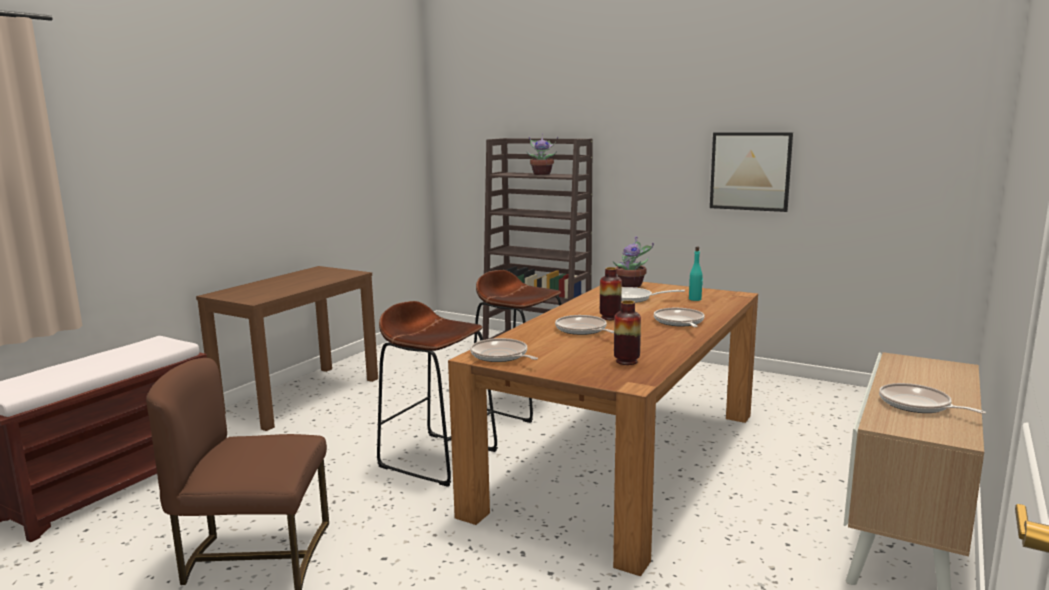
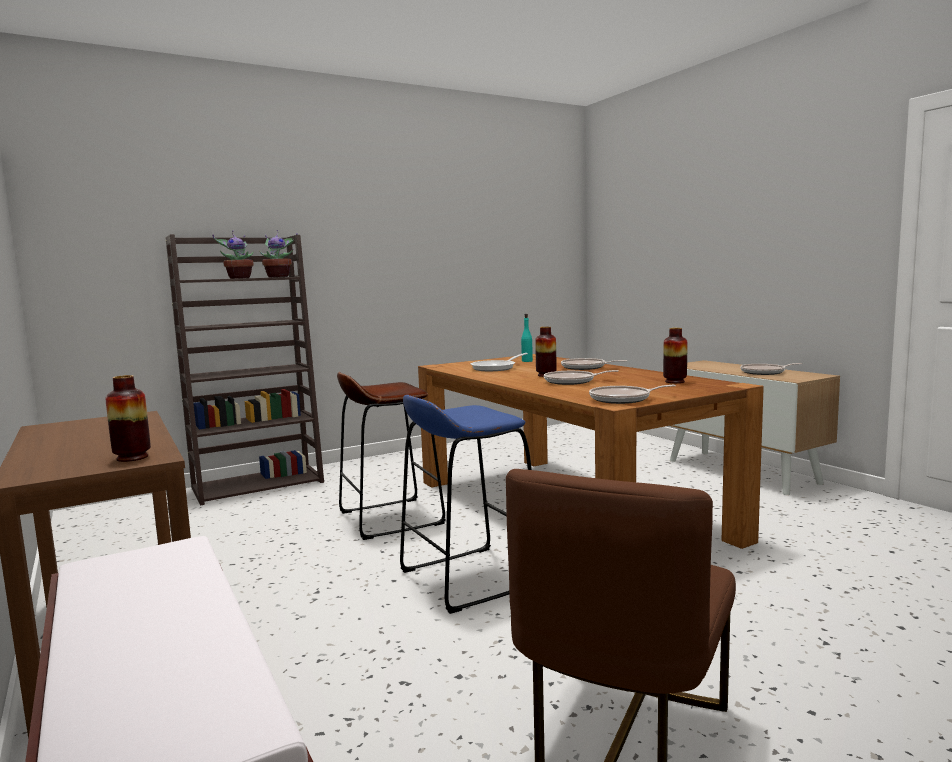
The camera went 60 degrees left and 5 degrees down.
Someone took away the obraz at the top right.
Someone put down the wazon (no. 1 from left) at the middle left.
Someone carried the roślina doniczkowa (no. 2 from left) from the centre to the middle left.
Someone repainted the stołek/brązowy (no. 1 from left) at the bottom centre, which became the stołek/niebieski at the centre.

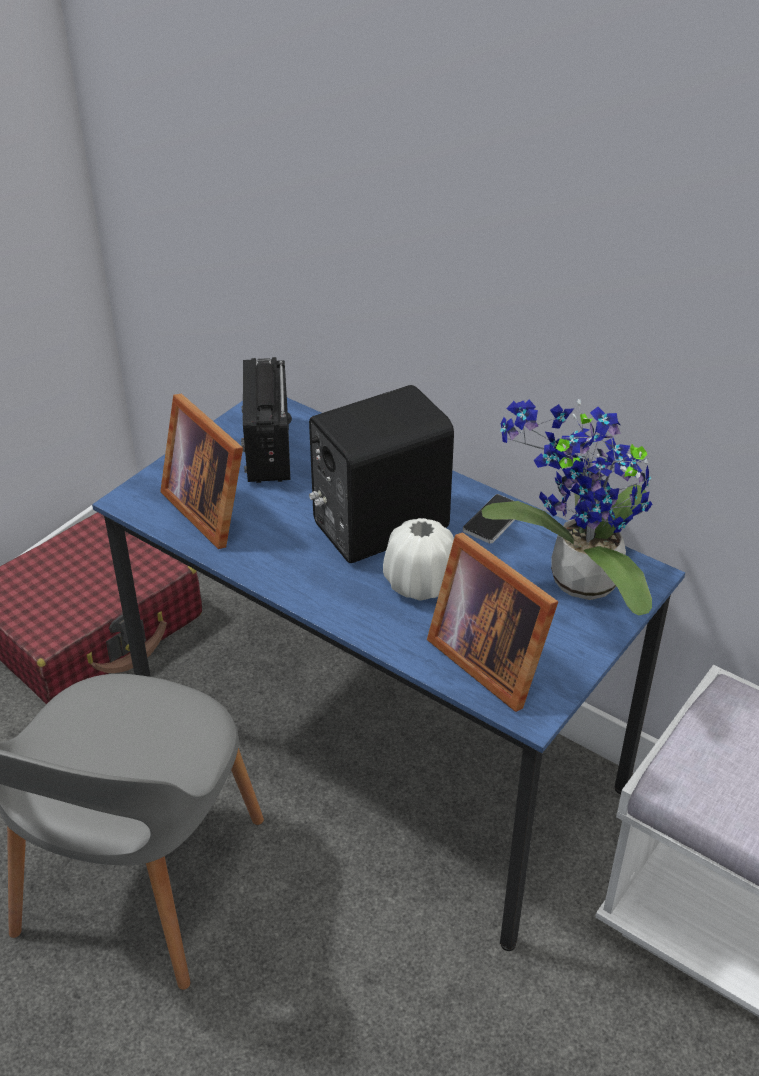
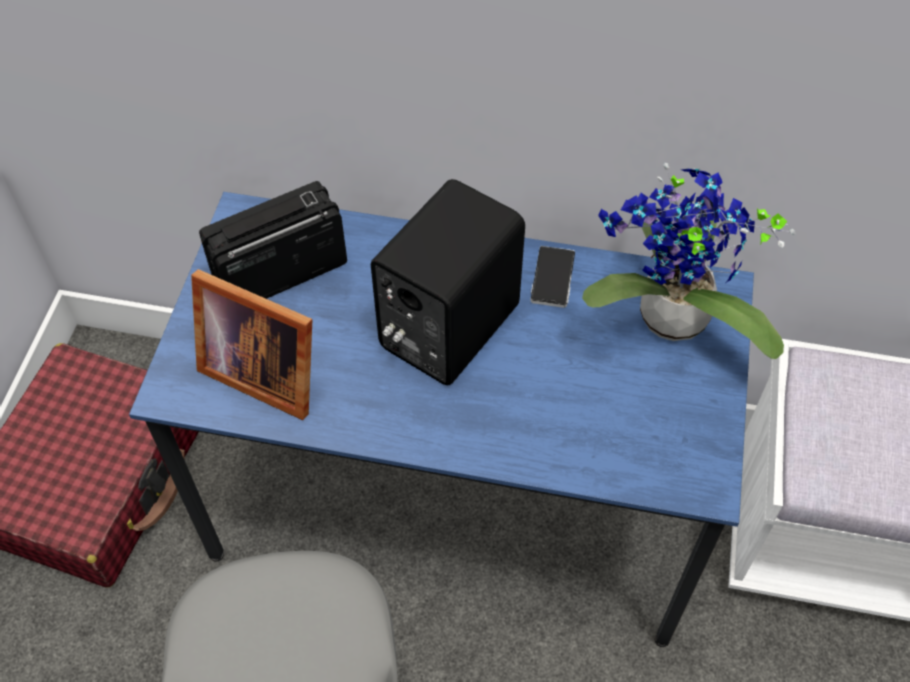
The camera went 25 degrees left and 15 degrees up.
Someone took away the wazon/biały at the centre.
Someone took away the ramka na zdjęcie (no. 2 from left) at the centre.
Someone rotated the radio at the centre by 90 degrees clockwise.

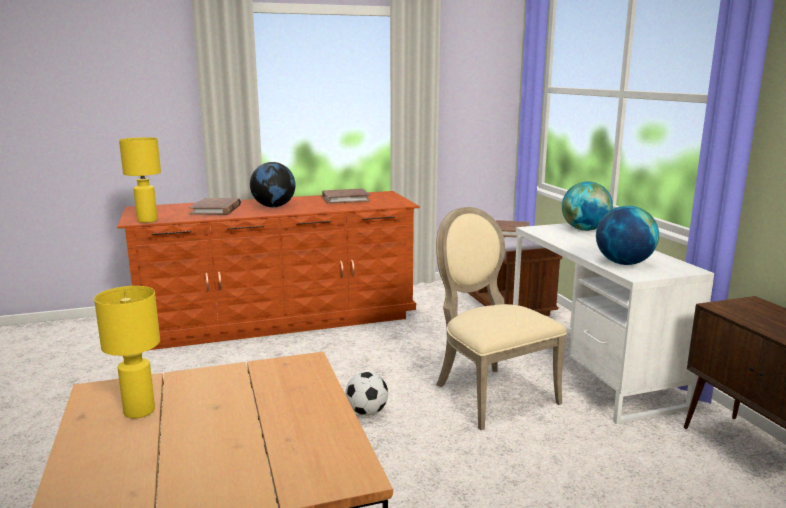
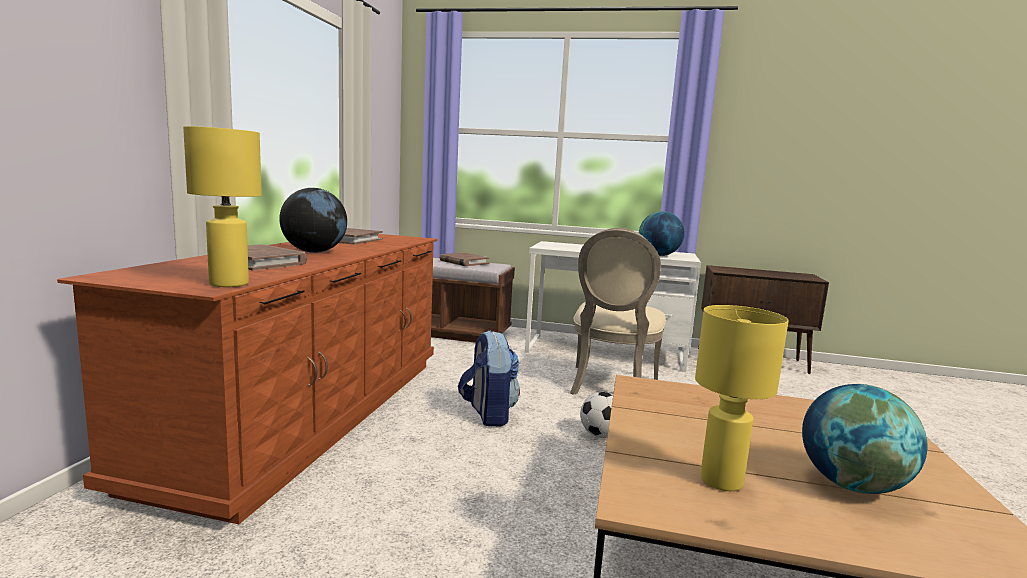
The camera went 60 degrees left and 5 degrees down.
Someone put down the plecak at the centre.
Someone carried the globus (no. 2 from left in the first image) from the middle right to the bottom right.
Someone rotated the krzesło/beżowy at the centre by 75 degrees counterclockwise.

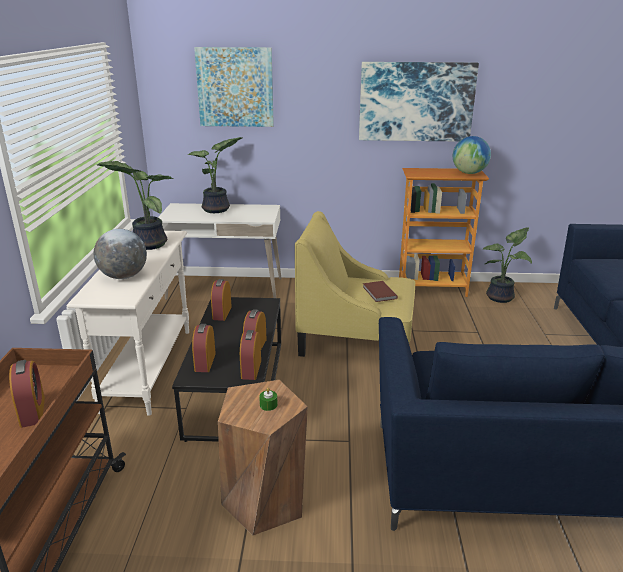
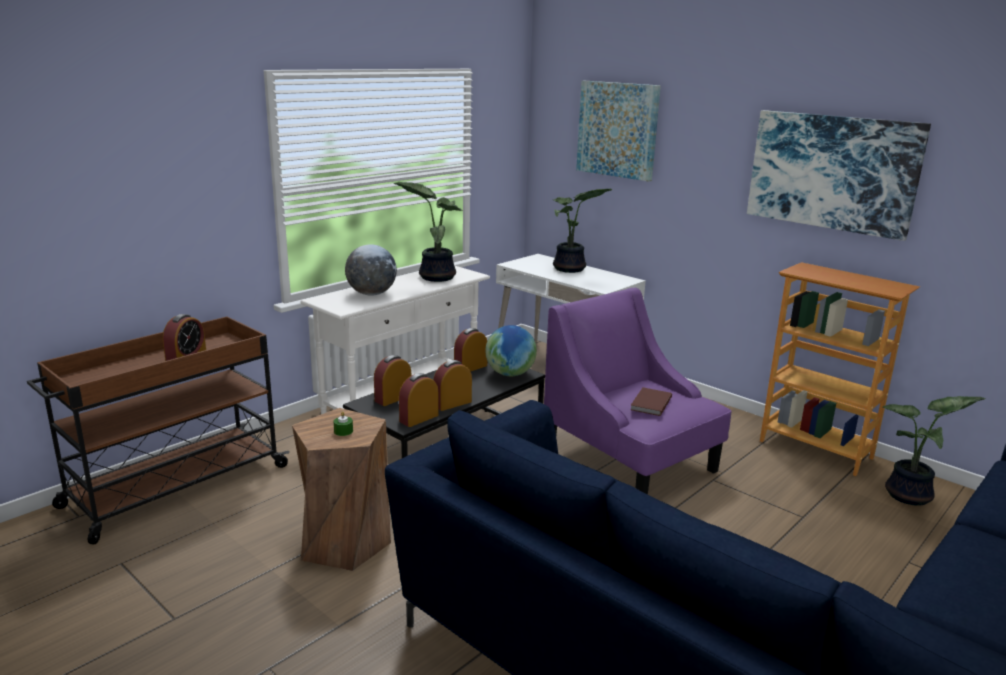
The camera went 40 degrees right and 5 degrees down.
Someone carried the globus (no. 2 from left) from the top right to the centre.
Someone repainted the fotel/żółty at the centre, which became the fotel/fioletowy at the centre.

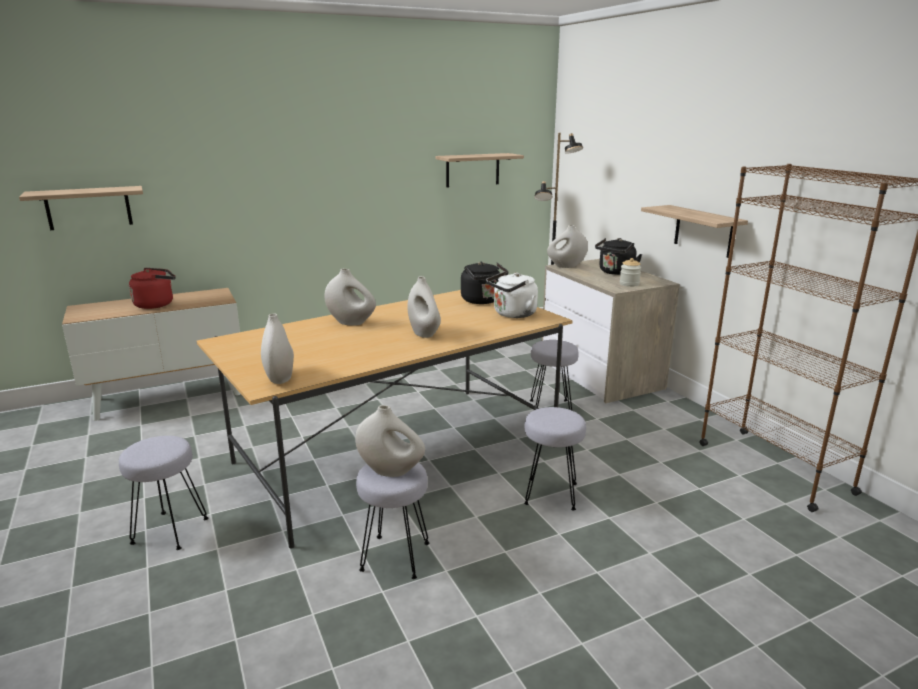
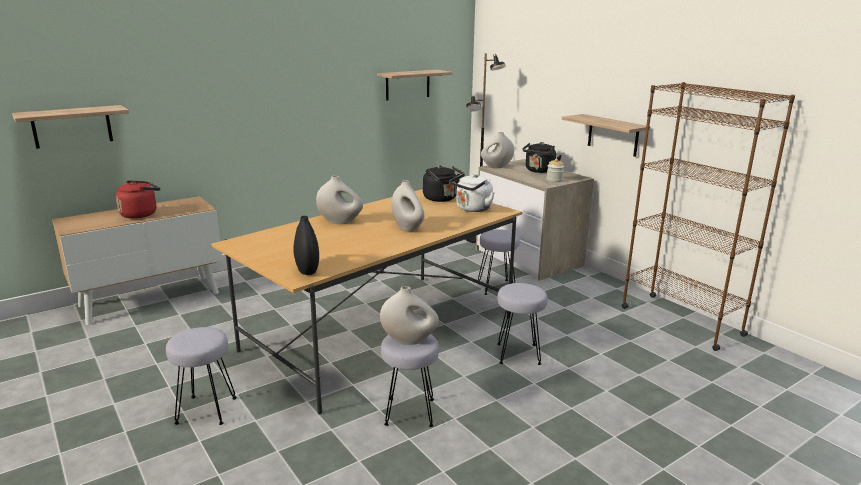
The camera went 10 degrees left and 0 degrees up.
Someone repainted the wazon/biały (no. 1 from left) at the middle left, which became the wazon/czarny at the centre.

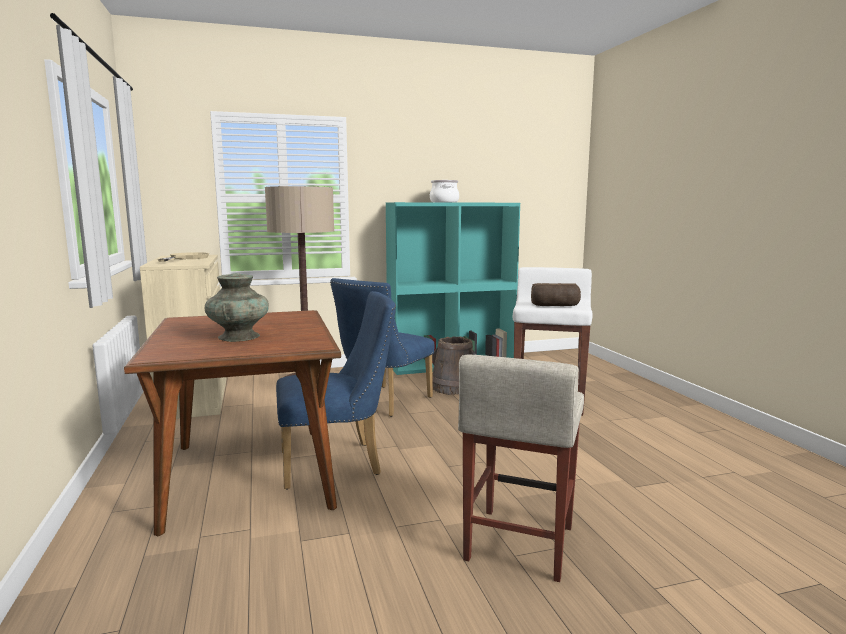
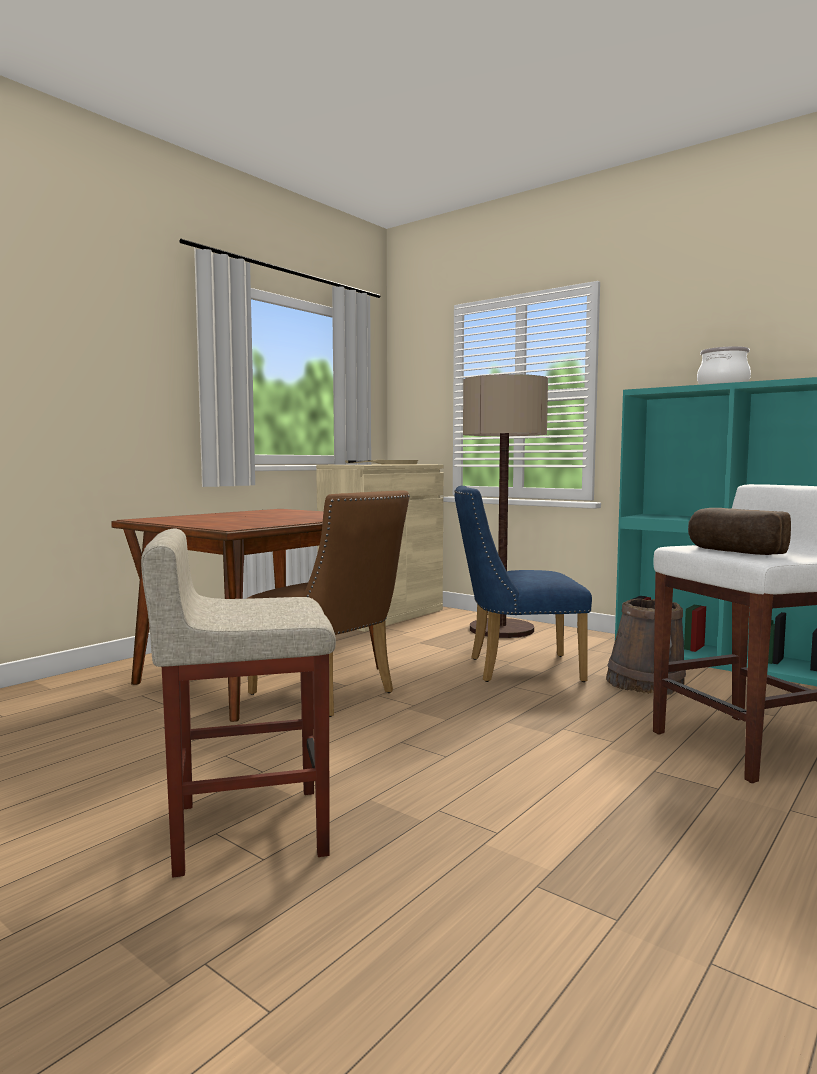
The camera went 55 degrees right and 5 degrees down.
Someone took away the wazon/turkusowy at the middle left.
Someone repainted the krzesło/niebieski (no. 1 from left) at the centre, which became the krzesło/brązowy at the centre.

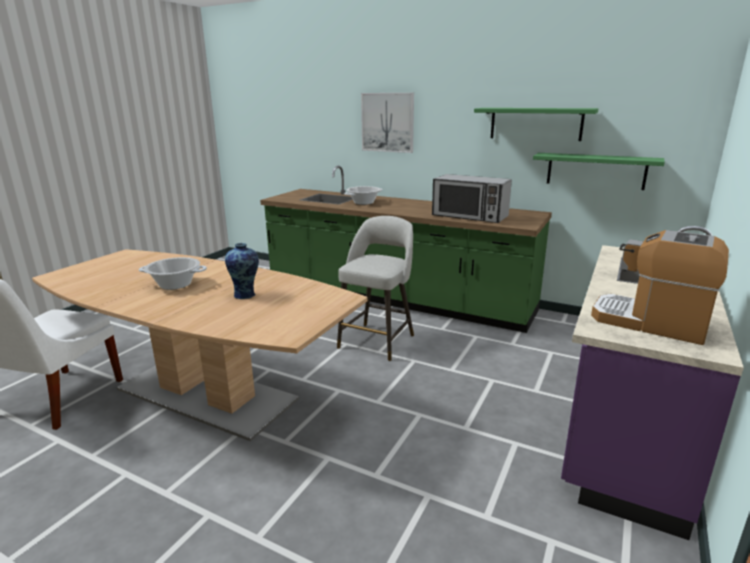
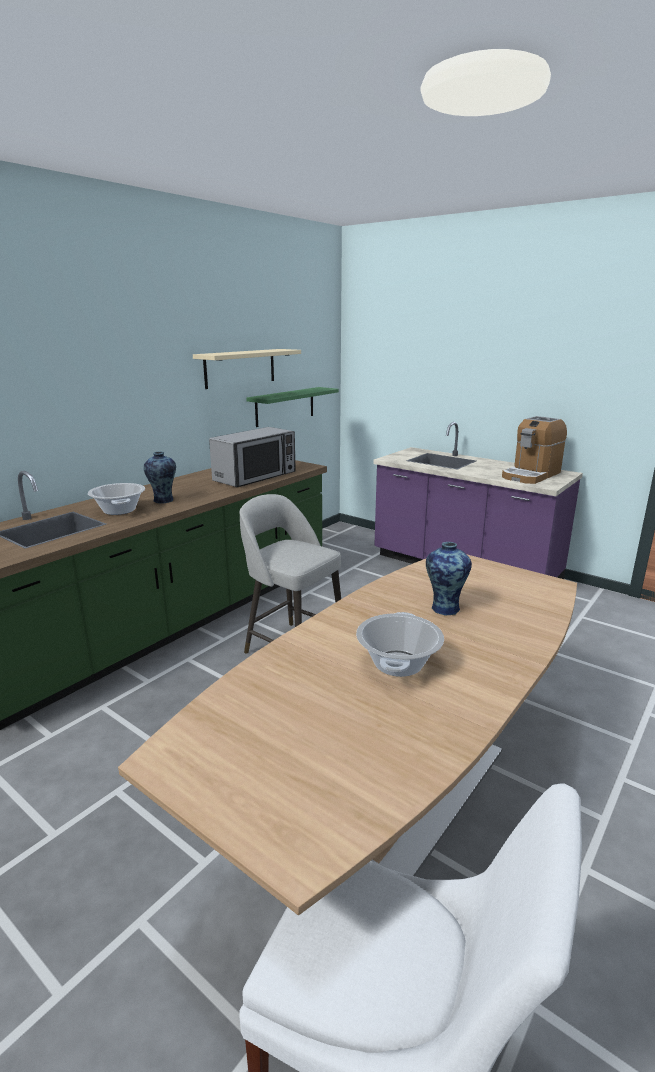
The camera went 80 degrees left and 0 degrees up.
Someone took away the obraz at the top centre.
Someone put down the wazon (no. 1 from left) at the middle left.
Someone repainted the półka/zielony (no. 1 from left) at the top right, which became the półka/beżowy at the centre.

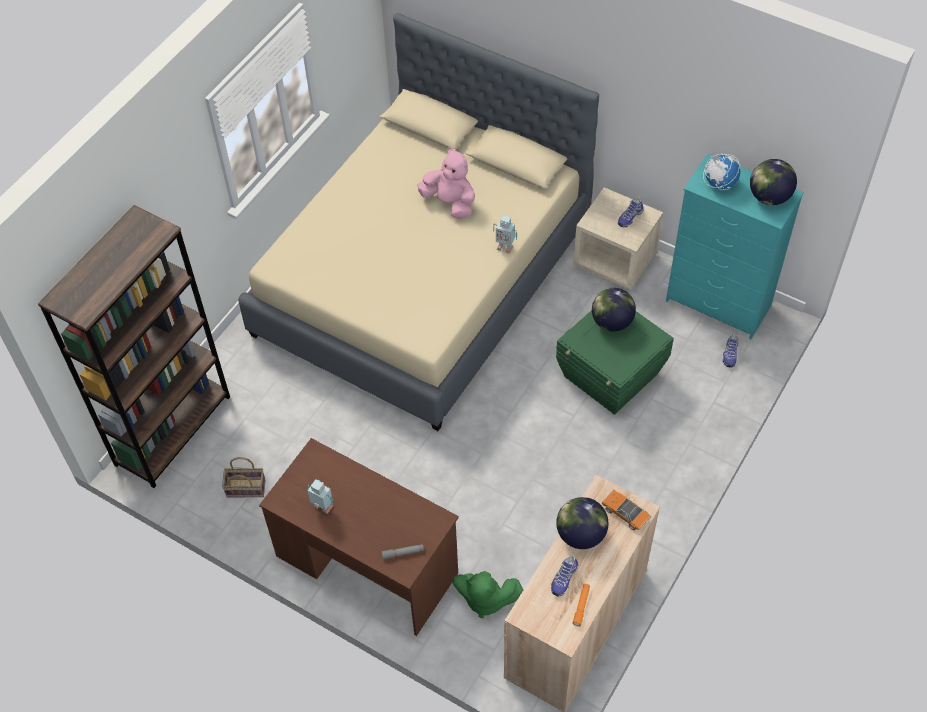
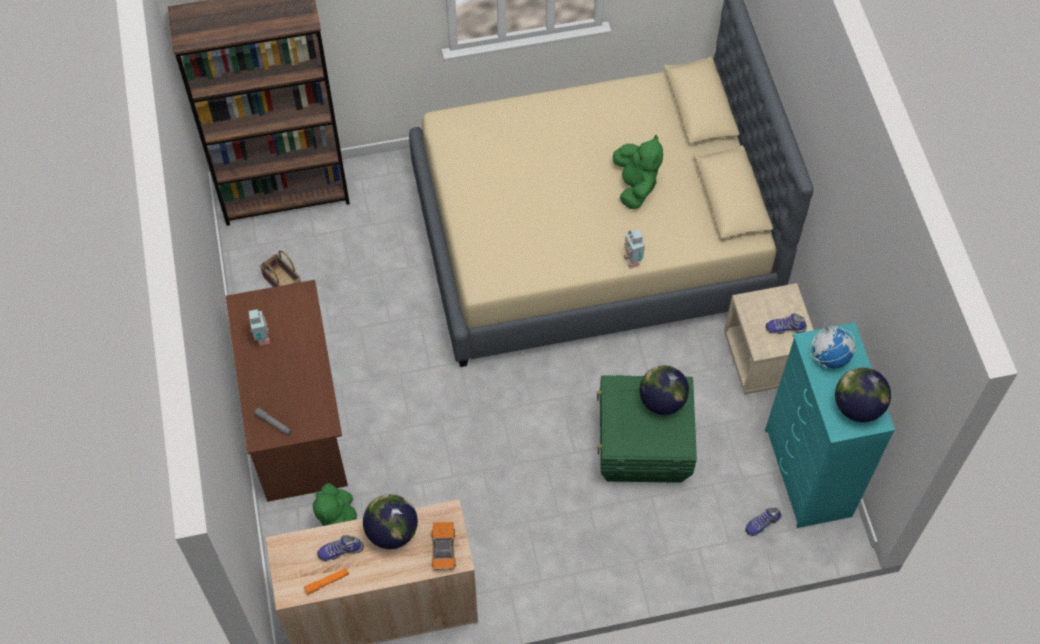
The camera went 45 degrees right and 5 degrees up.
Someone repainted the pluszak/różowy at the top centre, which became the pluszak/zielony (no. 2 from left) at the top centre.

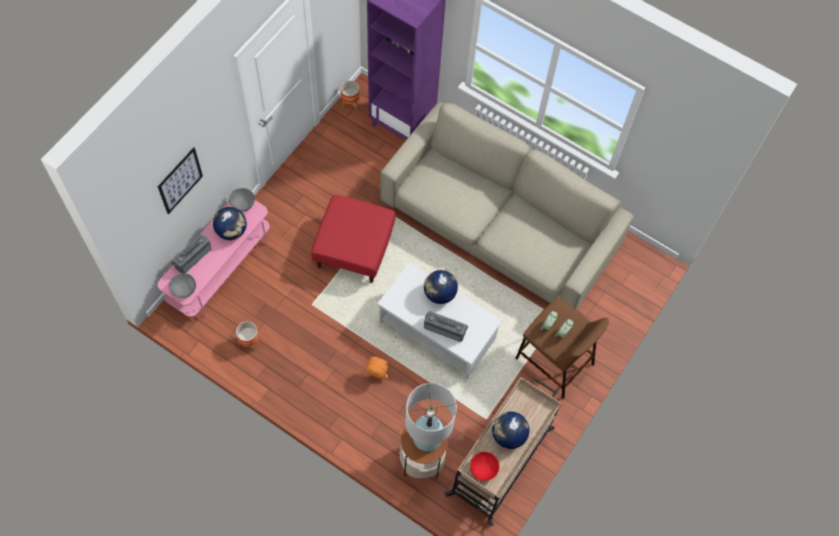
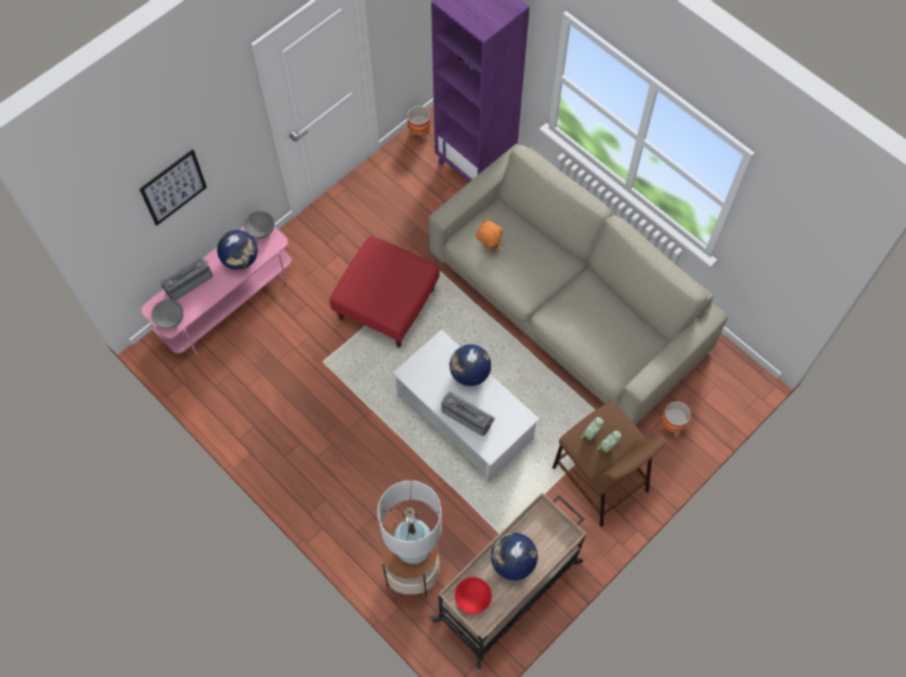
The camera went 15 degrees right and 0 degrees up.
Someone carried the donica (no. 1 from left in the first image) from the middle left to the middle right.
Someone carried the pluszak/pomarańczowy from the bottom centre to the centre.

